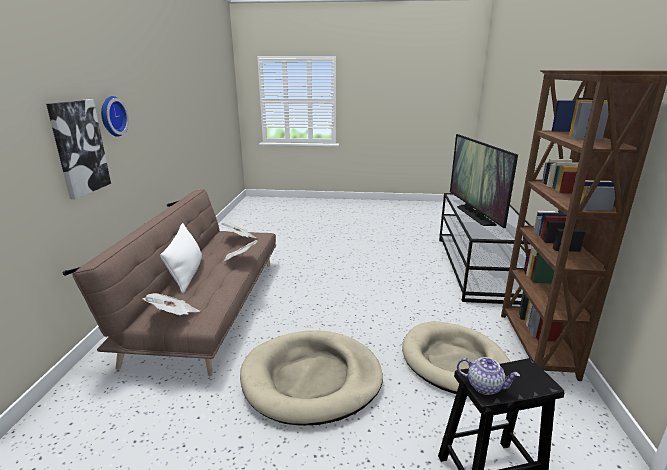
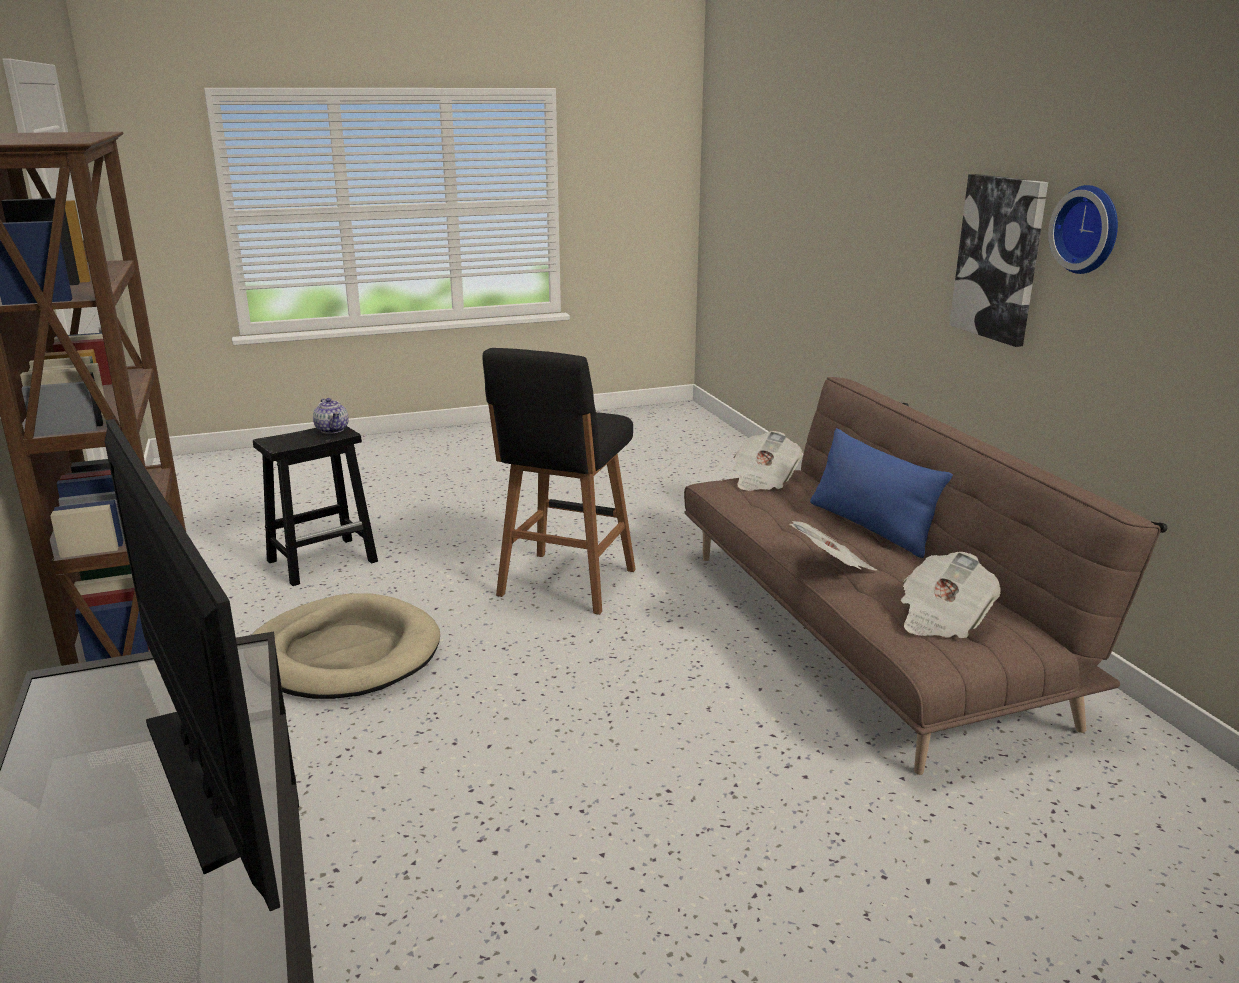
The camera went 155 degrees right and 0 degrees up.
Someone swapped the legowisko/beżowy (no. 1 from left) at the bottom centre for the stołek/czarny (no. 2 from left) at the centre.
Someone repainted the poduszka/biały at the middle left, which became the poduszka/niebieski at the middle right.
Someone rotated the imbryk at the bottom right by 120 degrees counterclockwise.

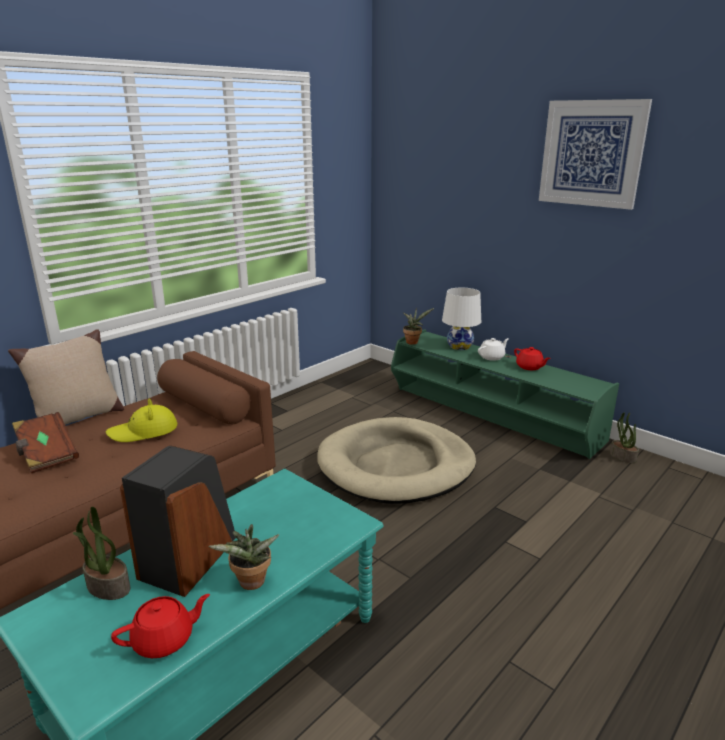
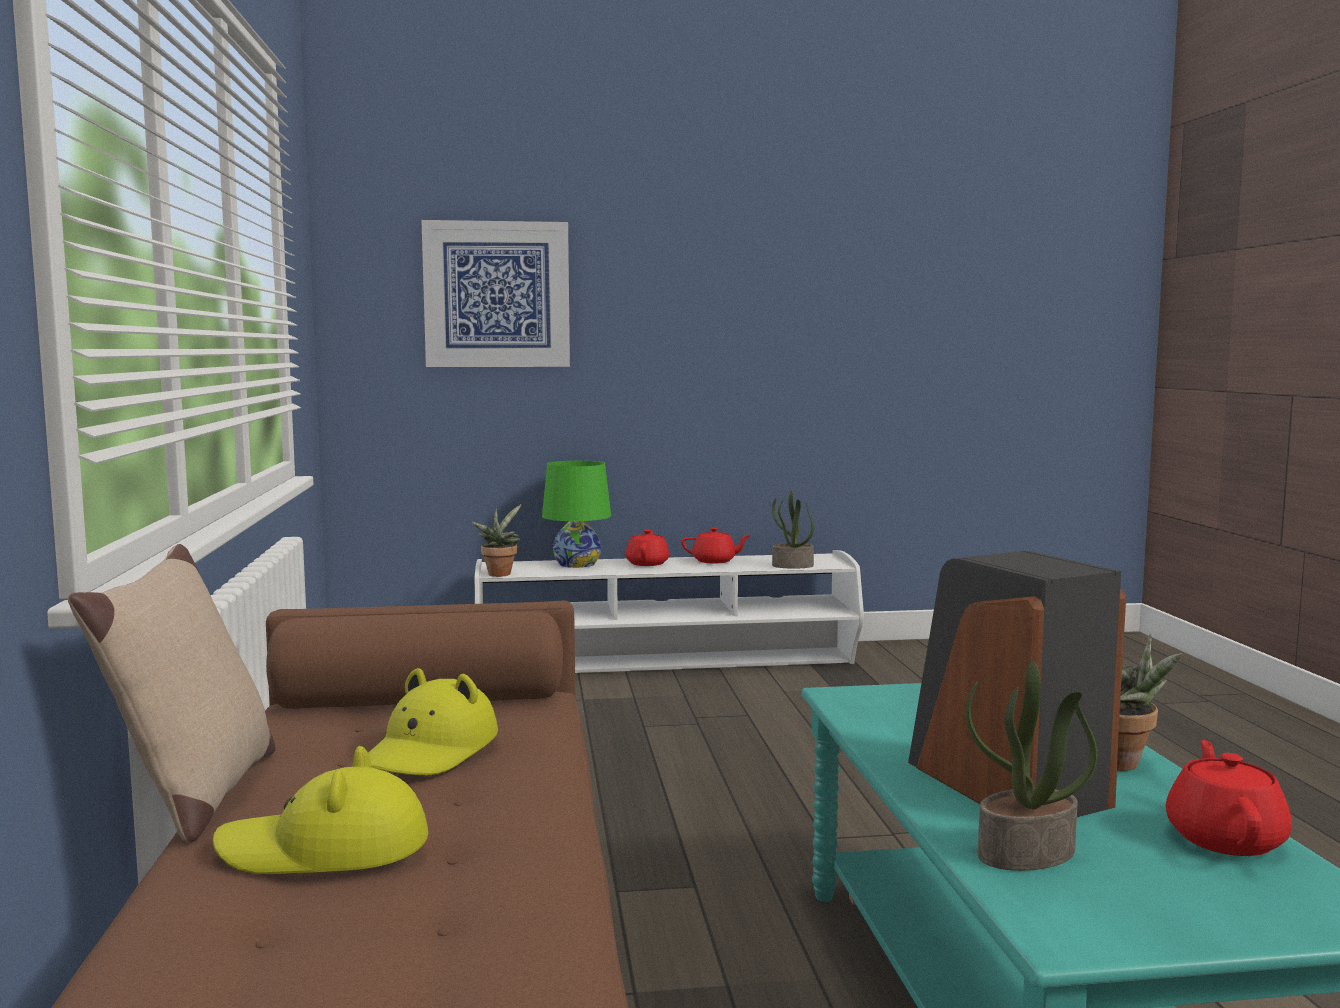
The camera went 50 degrees left and 15 degrees down.
Someone took away the legowisko/beżowy at the centre.
Someone carried the obraz from the top right to the top centre.
Someone carried the roślina doniczkowa (no. 4 from left in the first image) from the middle right to the centre.
Someone swapped the książka/brązowy at the middle left for the kapelusz/żółty (no. 1 from left) at the bottom left.
Someone repainted the szafka pod telewizor/zielony at the middle right, which became the szafka pod telewizor/biały at the centre.
Someone repainted the lampa stołowa/biały at the centre, which became the lampa stołowa/zielony at the centre.
Someone repainted the imbryk/biały at the middle right, which became the imbryk/czerwony (no. 1 from left) at the centre.

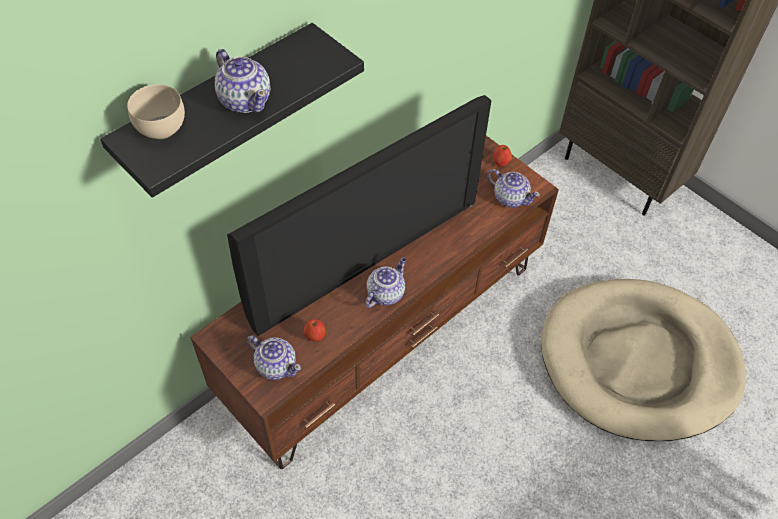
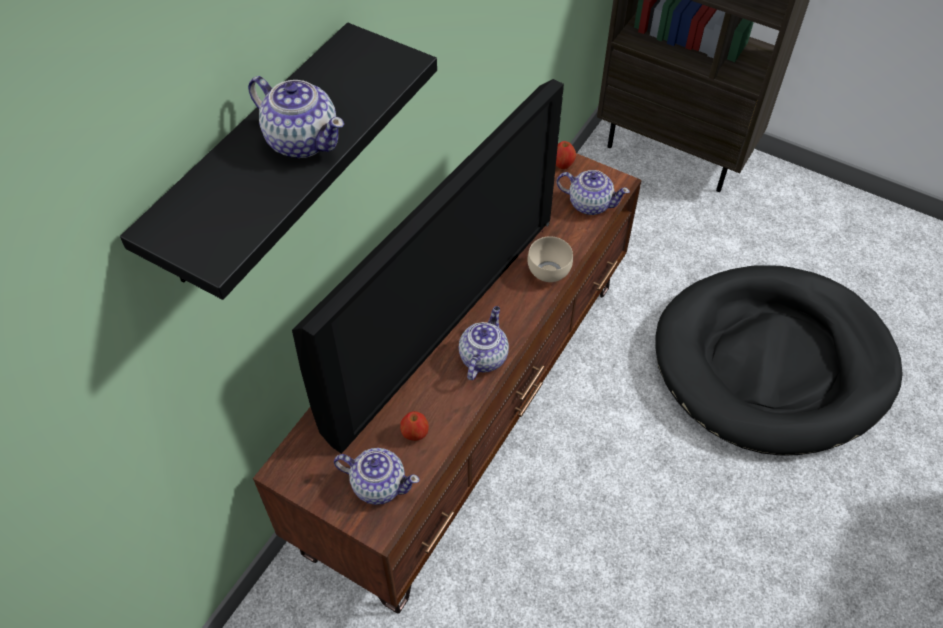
The camera went 15 degrees left and 0 degrees up.
Someone carried the miska/beżowy from the top left to the centre.
Someone repainted the legowisko/beżowy at the bottom right, which became the legowisko/czarny at the middle right.

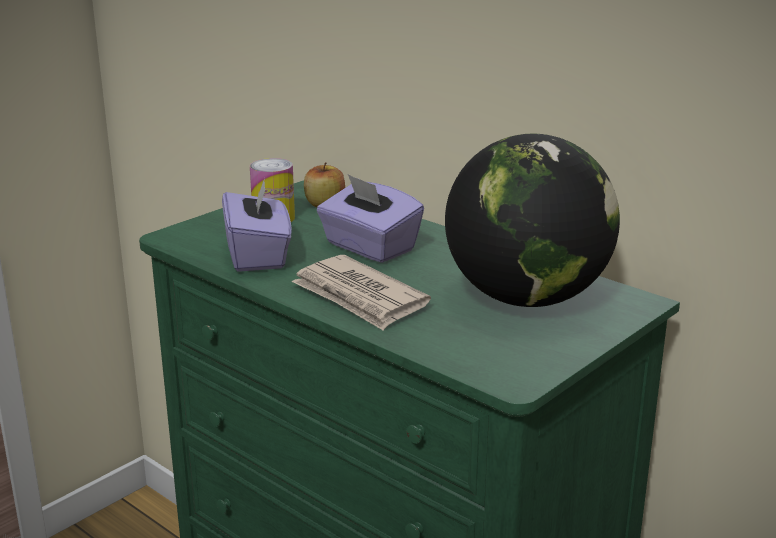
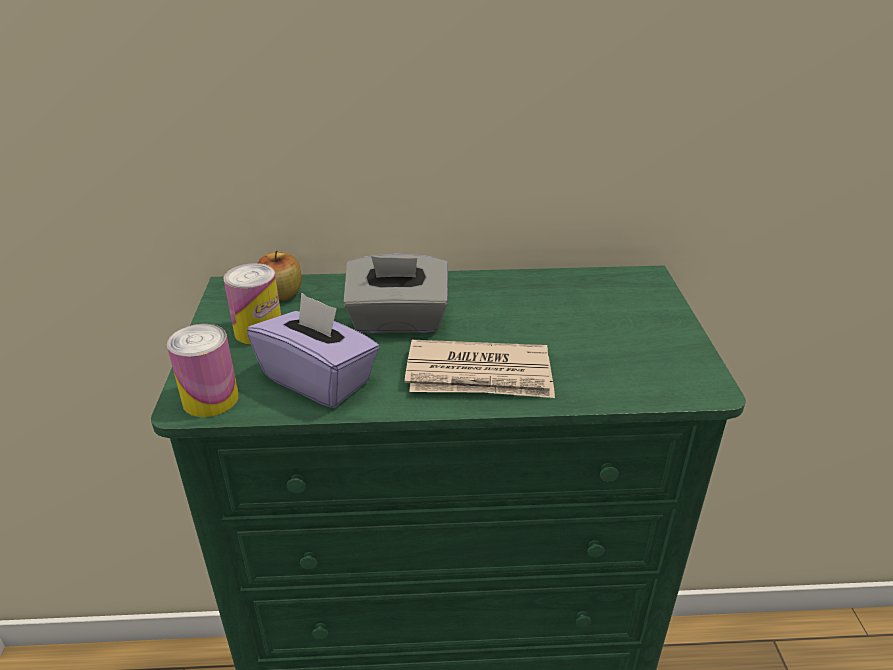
The camera went 45 degrees left and 10 degrees up.
Someone took away the globus at the middle right.
Someone put down the puszka (no. 1 from left) at the middle left.
Someone repainted the pudełko chusteczek/fioletowy (no. 2 from left) at the centre, which became the pudełko chusteczek/szary at the centre.

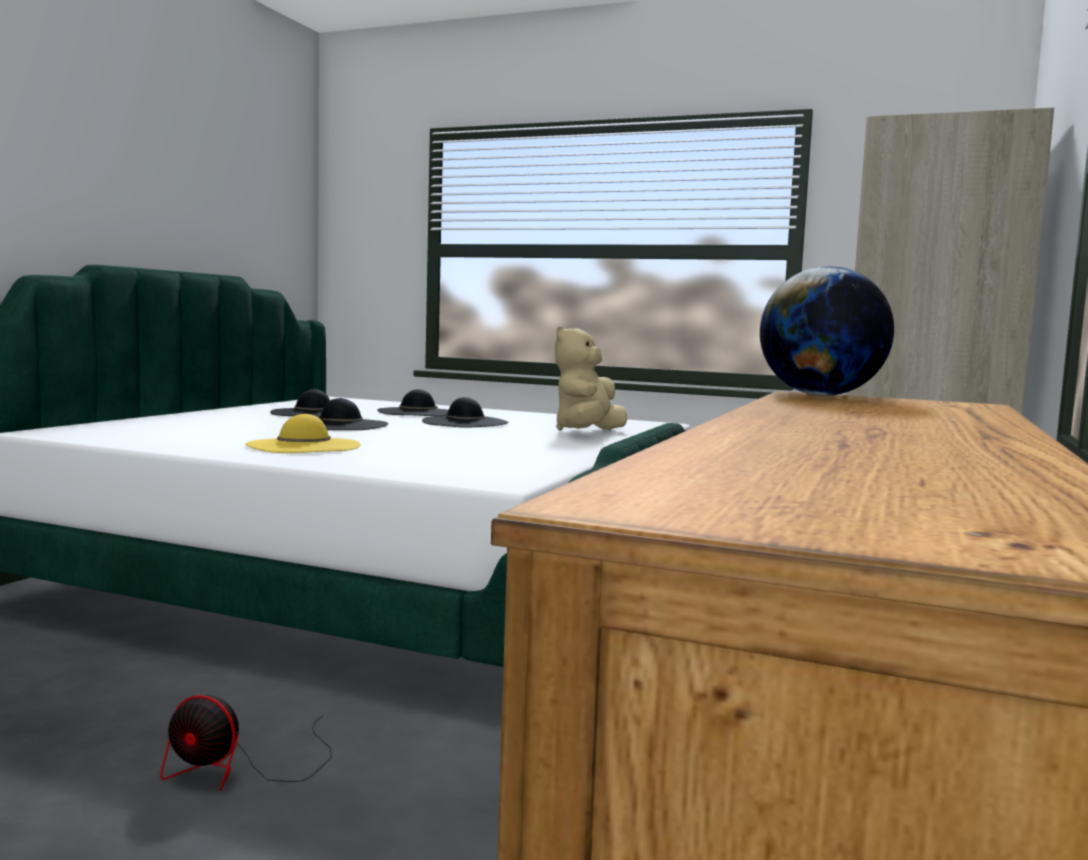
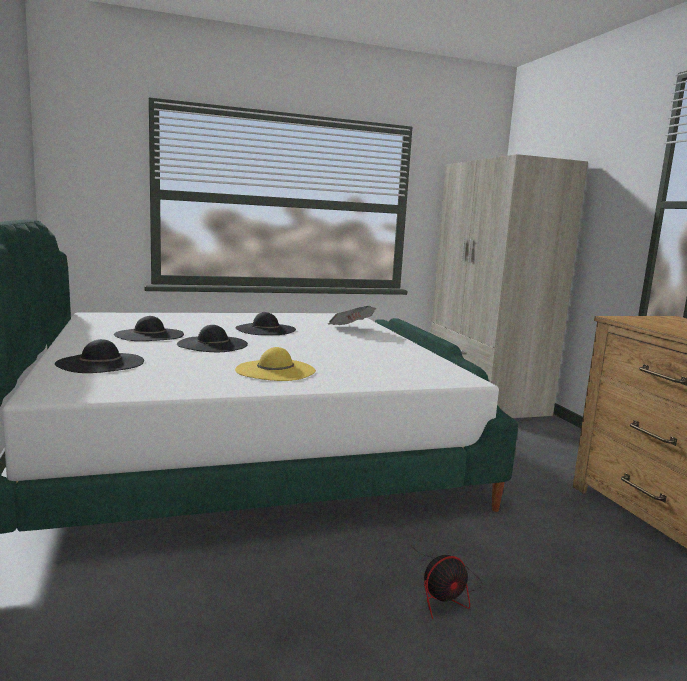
The camera went 40 degrees left and 5 degrees up.
Someone took away the globus at the middle right.
Someone carried the kapelusz/czarny (no. 3 from left in the first image) from the centre to the middle left.
Someone swapped the pluszak/beżowy at the centre for the gazeta at the centre.

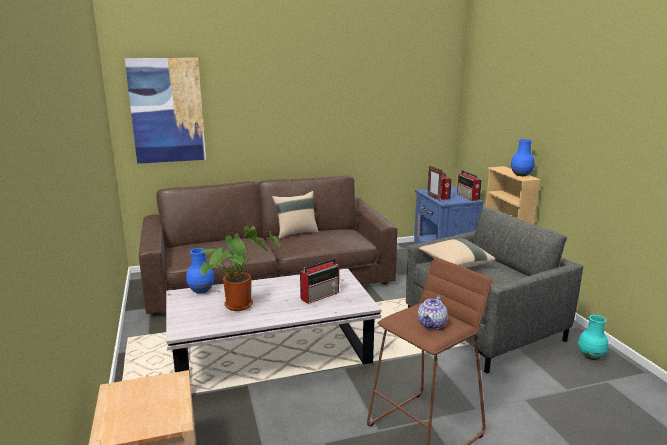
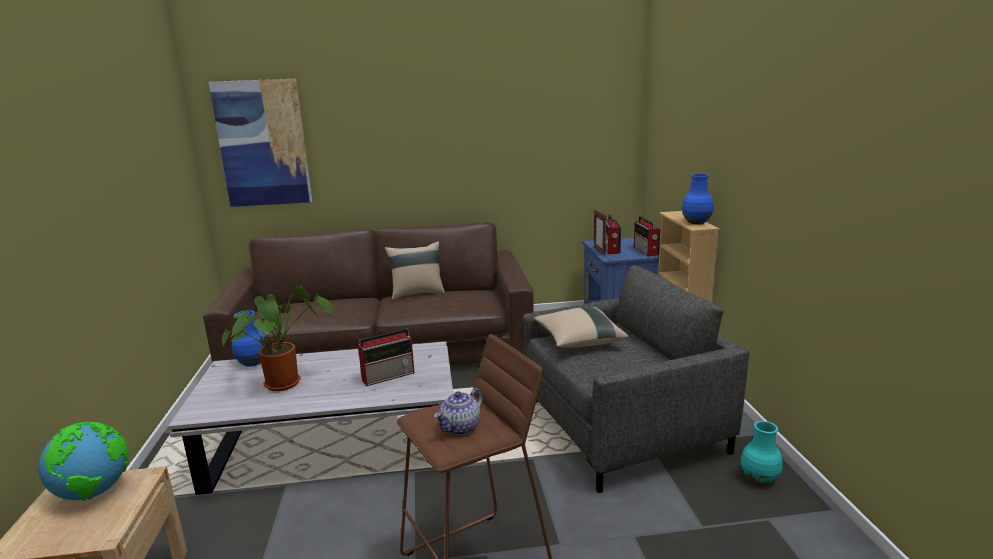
The camera went 10 degrees right and 0 degrees up.
Someone put down the globus at the bottom left.

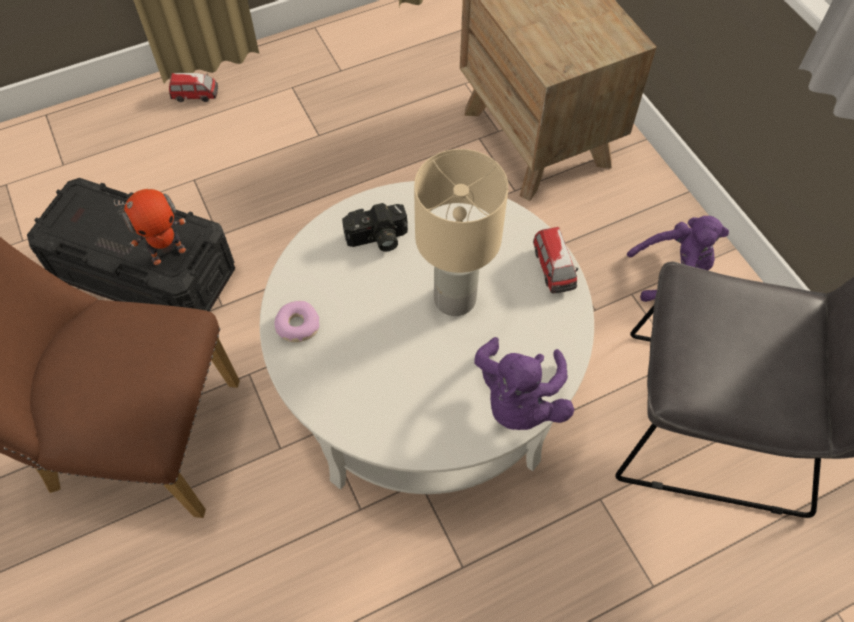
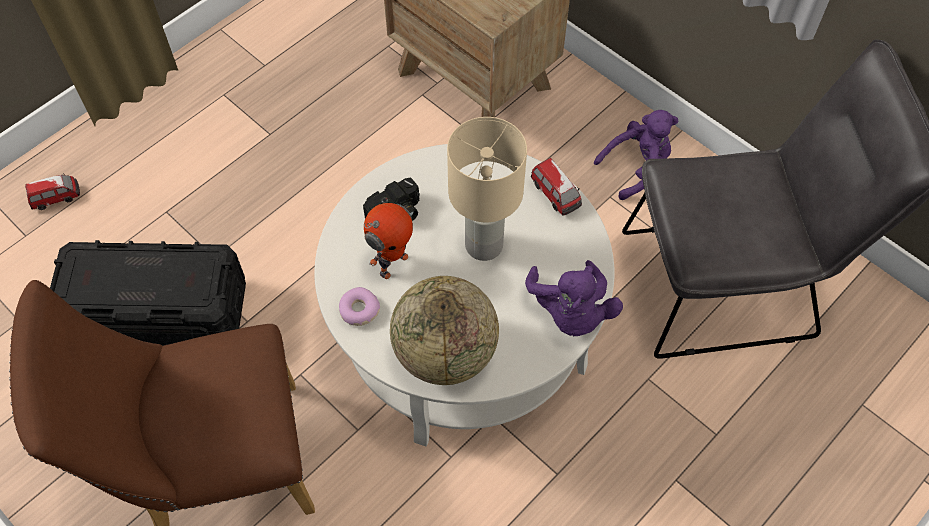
The camera went 20 degrees left and 0 degrees up.
Someone put down the globus at the centre.
Someone carried the robot zabawkowy from the middle left to the centre.
Someone carried the samochodzik (no. 1 from left) from the top left to the middle left.

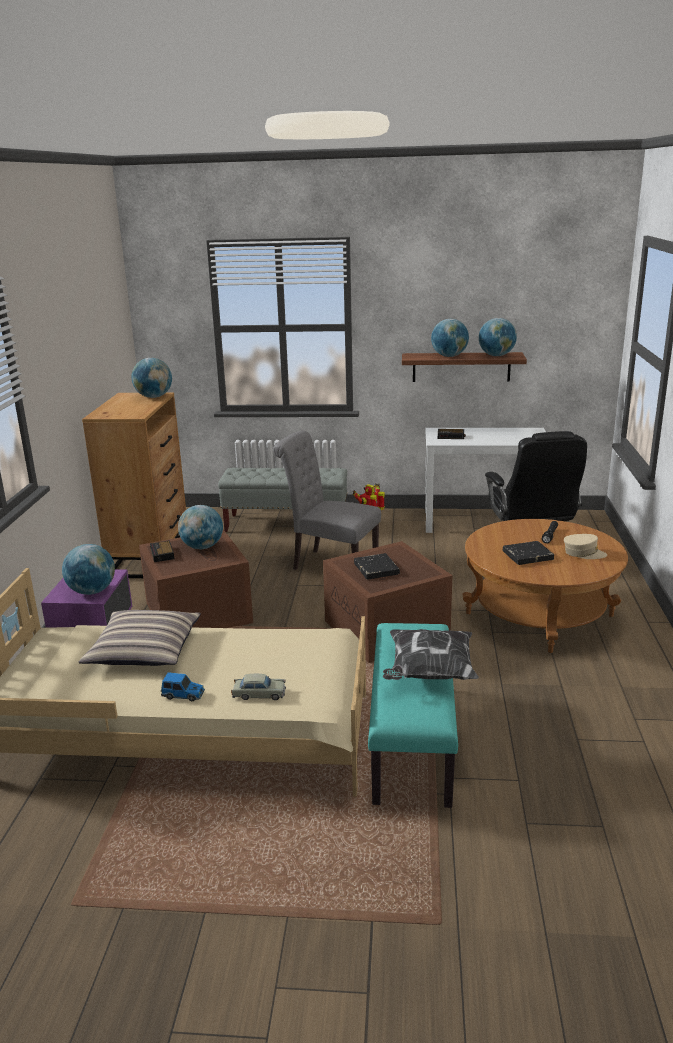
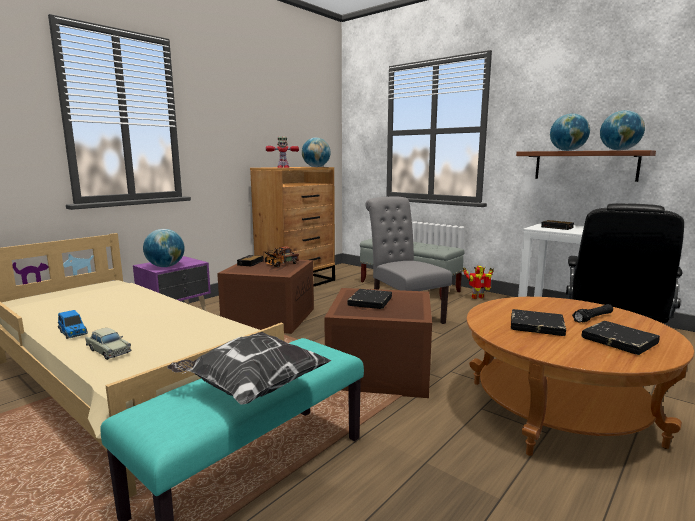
The camera went 35 degrees right and 10 degrees down.
Someone took away the poduszka (no. 1 from left) at the middle left.
Someone put down the robot zabawkowy (no. 1 from left) at the top centre.
Someone swapped the globus (no. 3 from left) at the middle left for the ciężarówka zabawkowa at the centre.
Someone swapped the czapka z daszkiem/beżowy at the middle right for the książka/czarny (no. 3 from left) at the middle right.

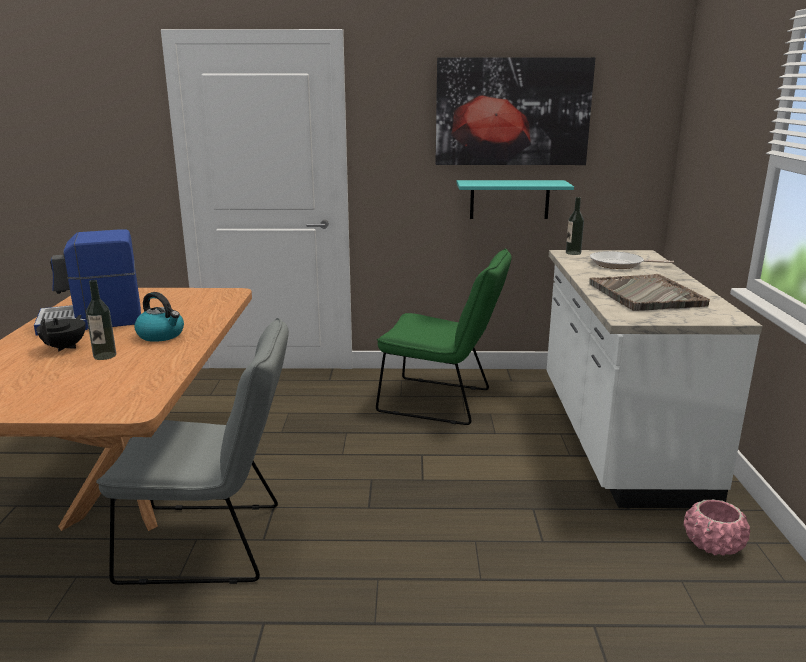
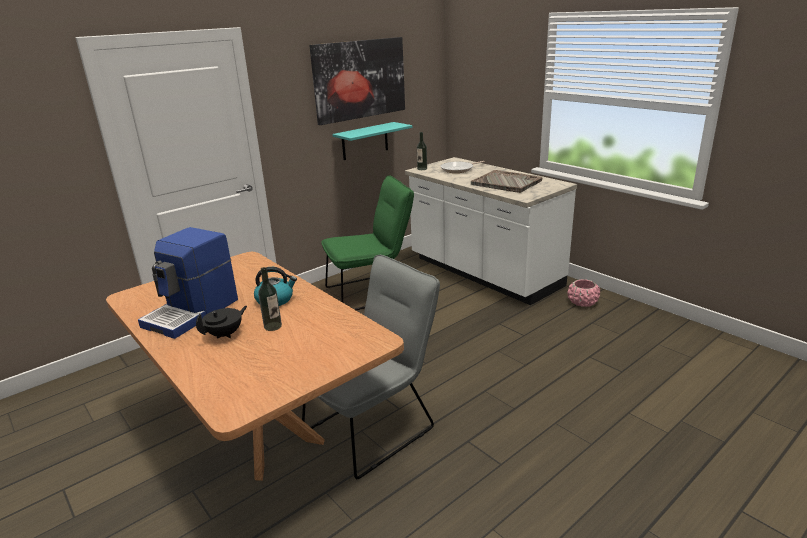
The camera went 40 degrees left and 5 degrees up.
Someone rotated the imbryk/czarny at the middle left by 75 degrees clockwise.

